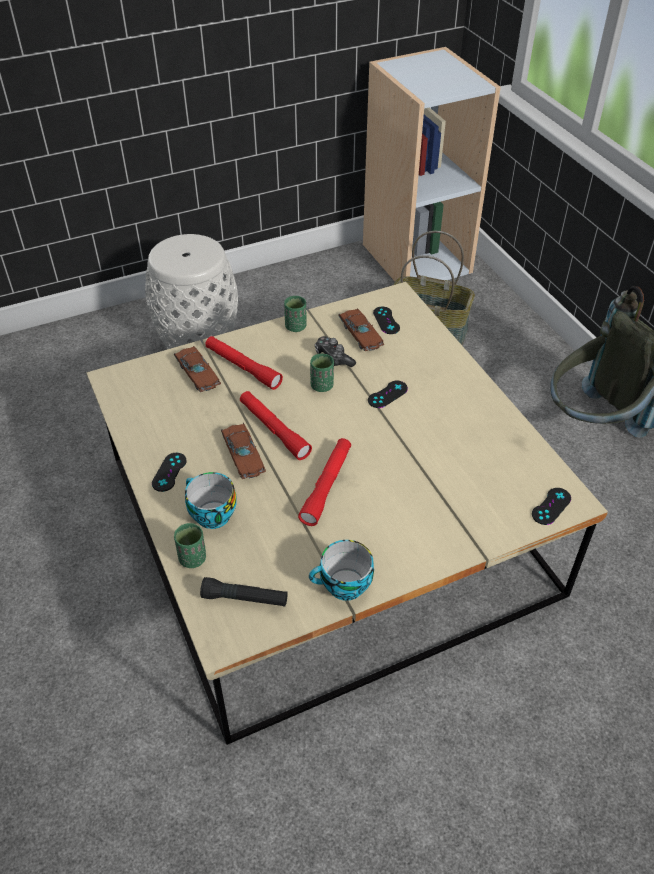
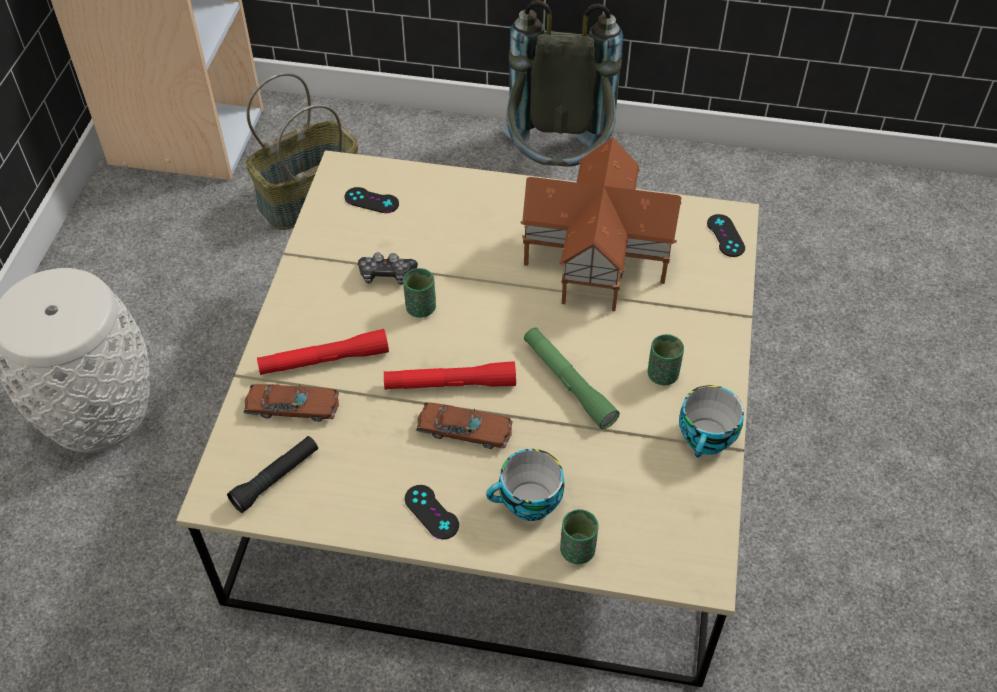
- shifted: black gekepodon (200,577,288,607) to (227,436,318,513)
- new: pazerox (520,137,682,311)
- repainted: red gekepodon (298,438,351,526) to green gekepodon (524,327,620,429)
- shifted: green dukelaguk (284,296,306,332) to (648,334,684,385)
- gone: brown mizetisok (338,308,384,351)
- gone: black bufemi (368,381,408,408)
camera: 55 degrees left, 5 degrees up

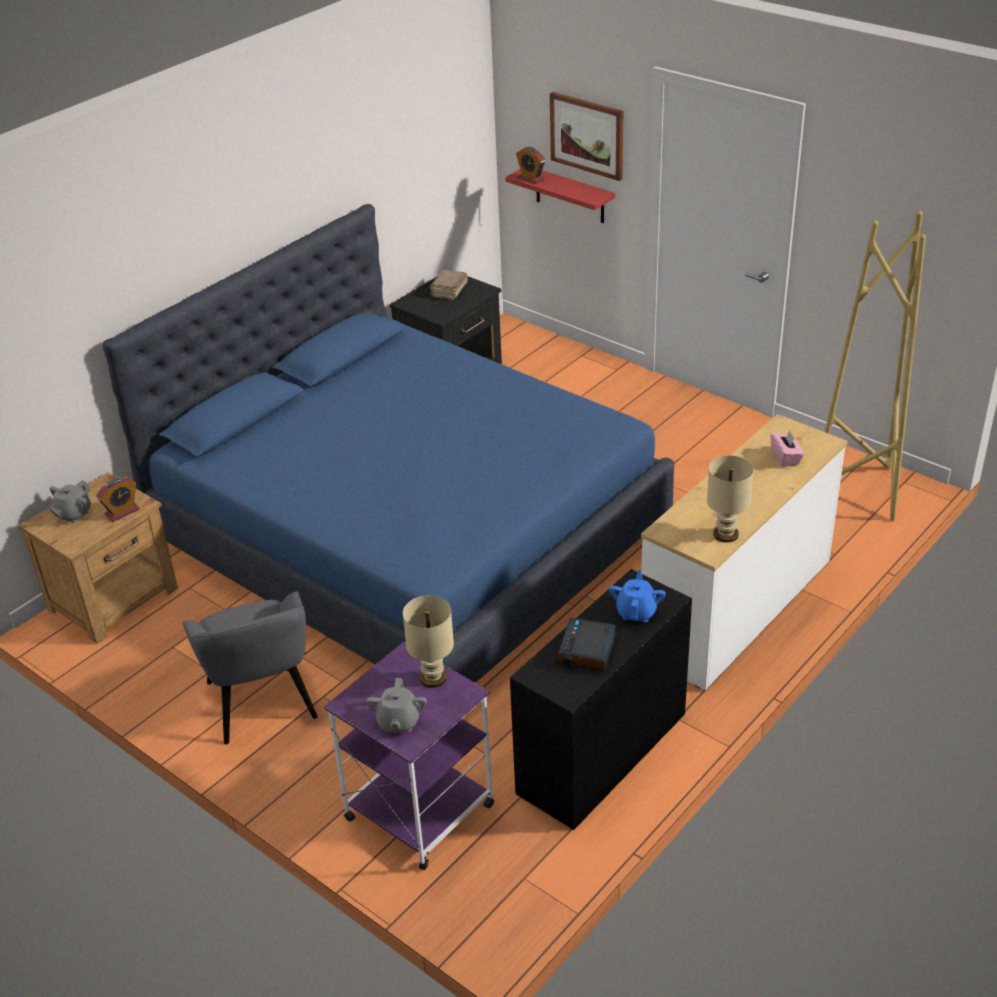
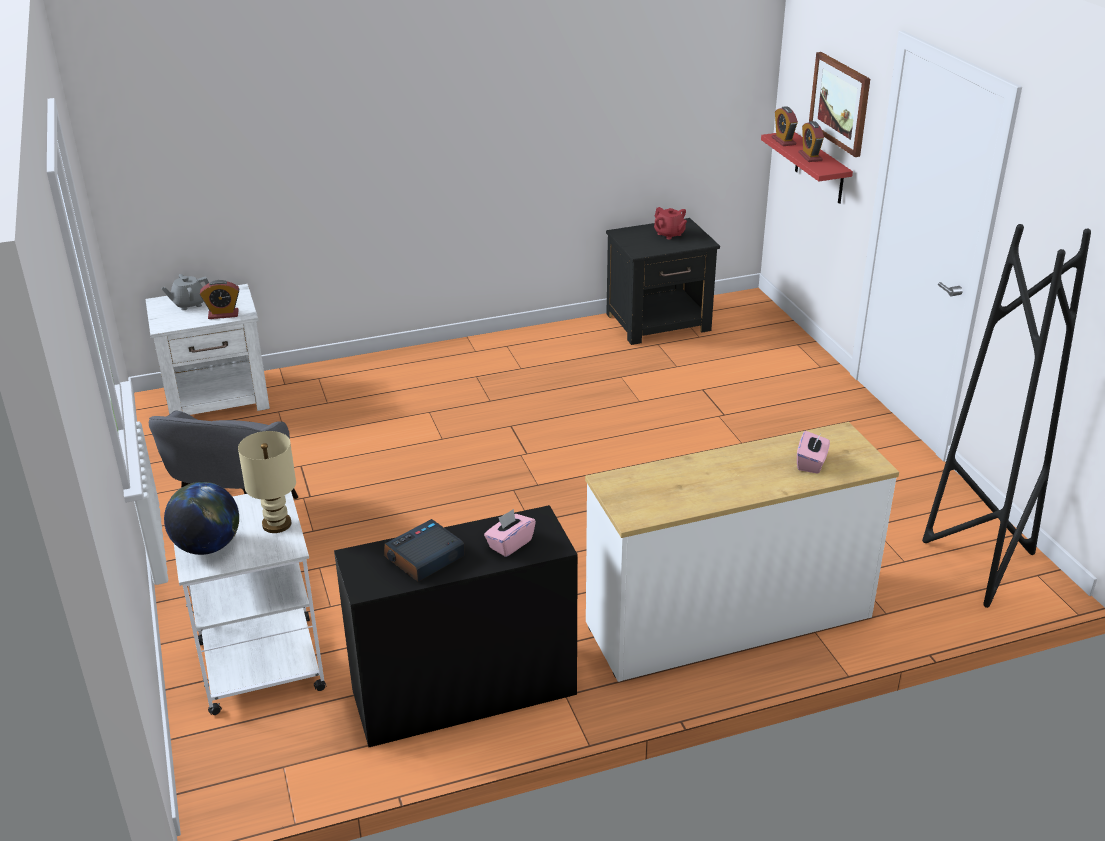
- repainted: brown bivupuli (19,473,178,644) to white bivupuli (146,284,270,415)
- swapped: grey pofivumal (366,678,427,732) to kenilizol (164,482,239,555)
- repainted: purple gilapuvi (324,642,494,870) to white gilapuvi (174,492,327,715)
- swapped: blue pofivumal (609,570,666,622) to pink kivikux (484,509,536,557)
- swapped: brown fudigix (430,269,468,300) to red pofivumal (654,207,687,239)
- new: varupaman (798,121,824,162)
- repainted: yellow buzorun (825,211,926,521) to black buzorun (922,224,1091,608)
- gone: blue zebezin (102,204,674,683)
- gone: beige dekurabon (707,455,754,543)
camera: 30 degrees right, 5 degrees down

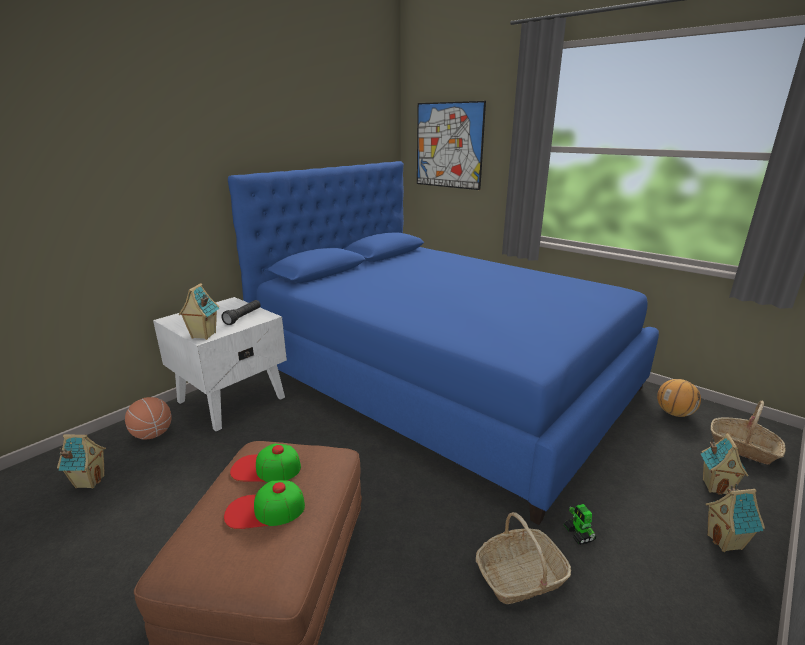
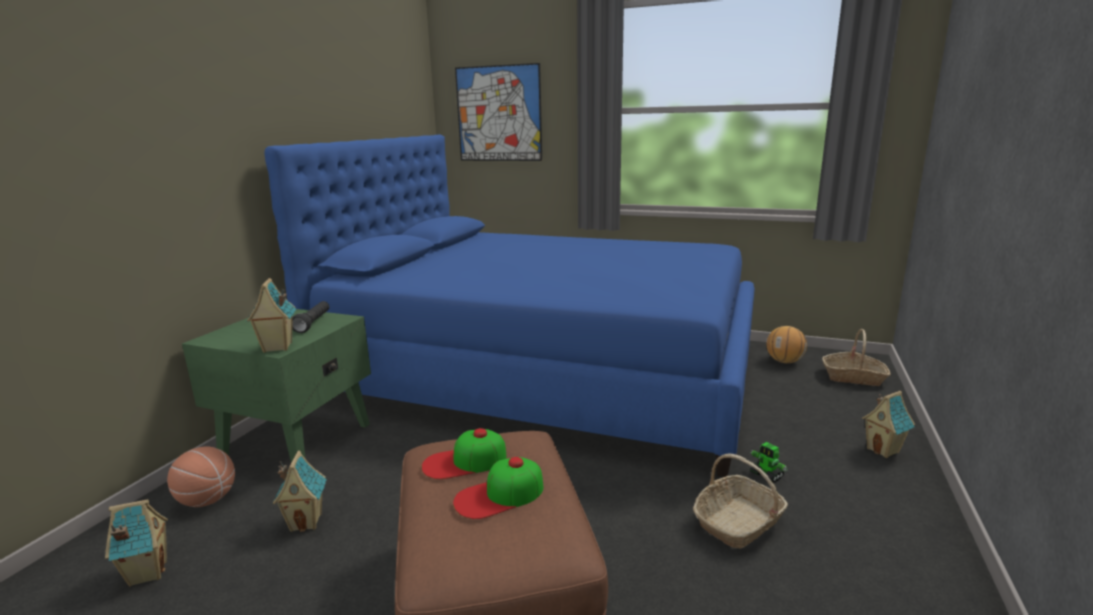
- repainted: white bivupuli (153,297,287,431) to green bivupuli (182,309,371,463)
- shifted: pazerox (701,433,749,495) to (273,451,327,532)
camera: 20 degrees left, 5 degrees down

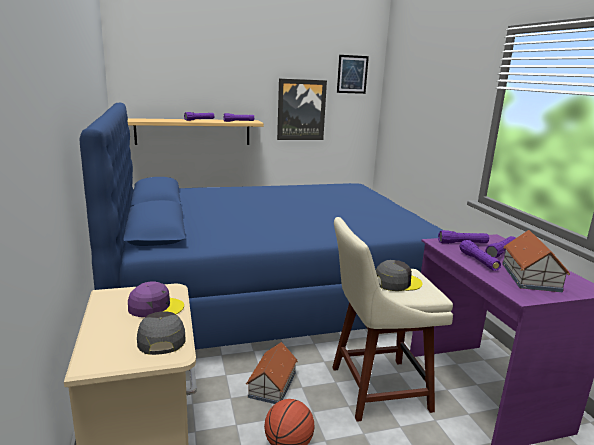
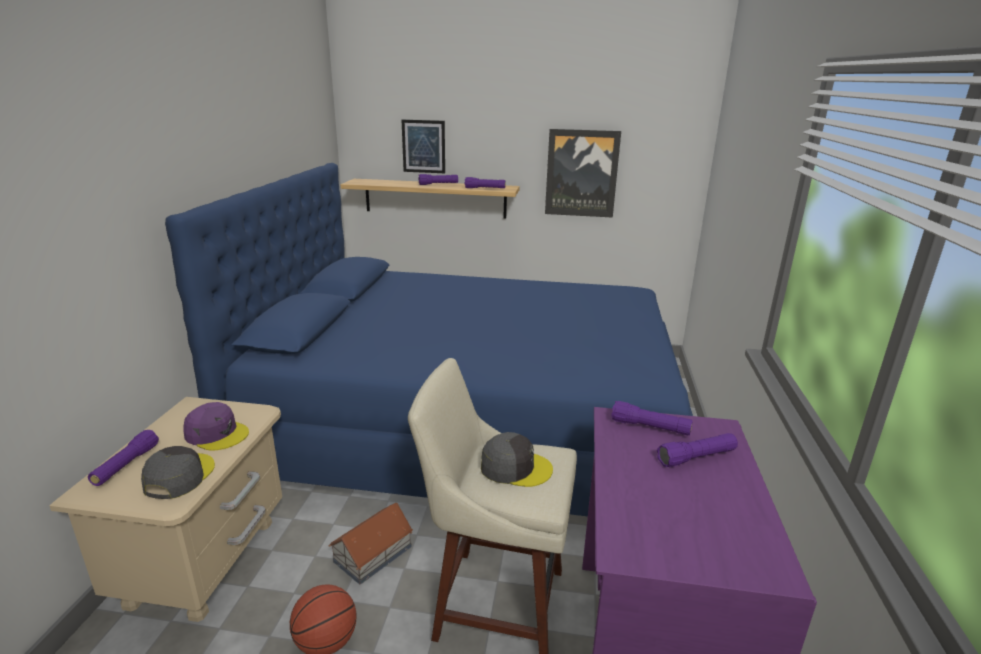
- shifted: purple gekepodon (460,240,501,271) to (88,430,159,486)
- shifted: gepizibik (337,55,369,94) to (402,120,445,173)
- gone: pazerox (502,230,570,292)
camera: 25 degrees right, 5 degrees up

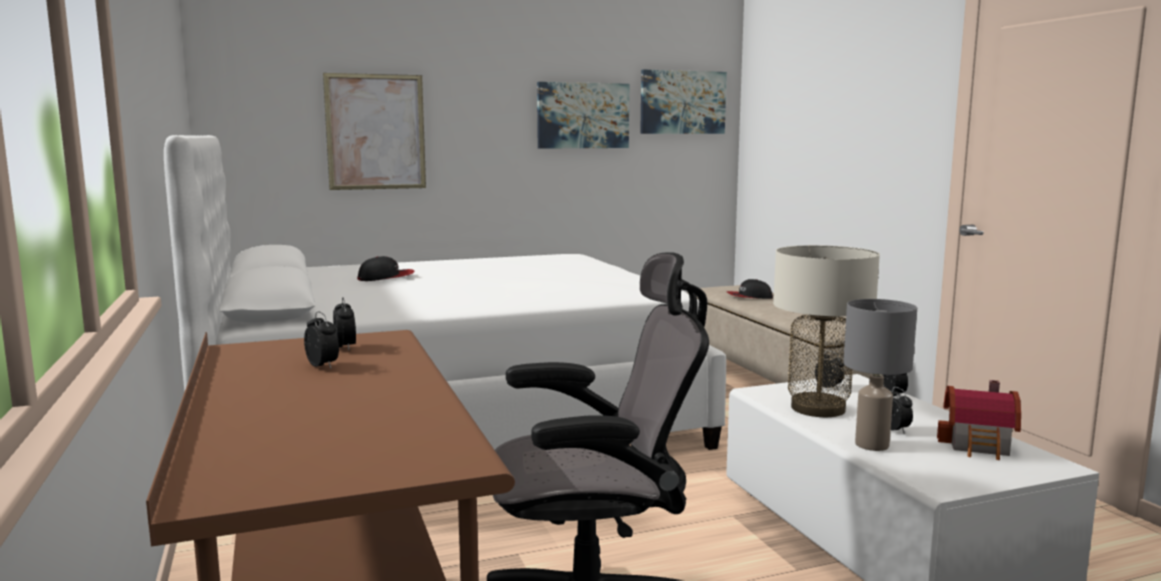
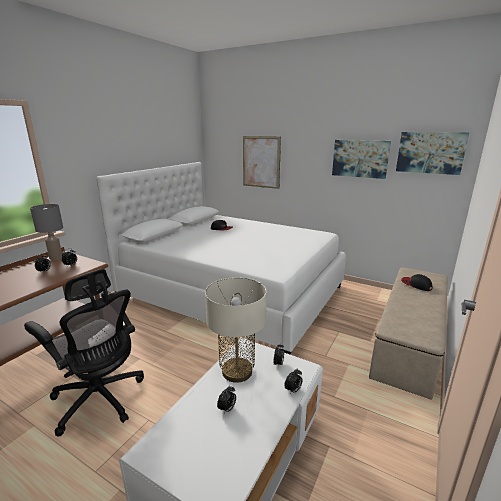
- shifted: grey dekurabon (843,299,917,451) to (30,204,63,260)
- gone: pazerox (937,380,1021,460)
camera: 50 degrees right, 10 degrees up

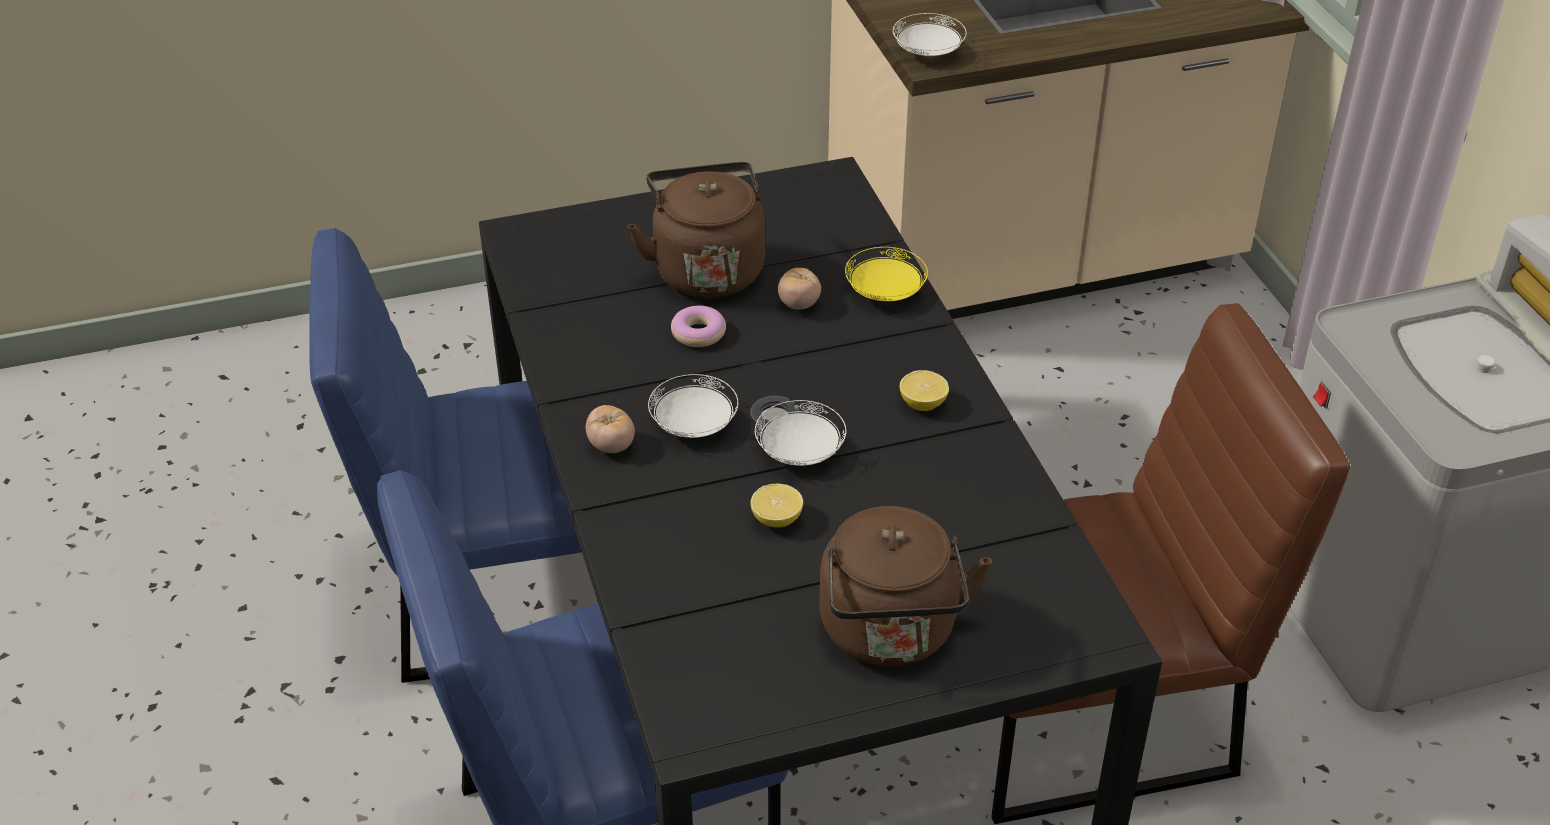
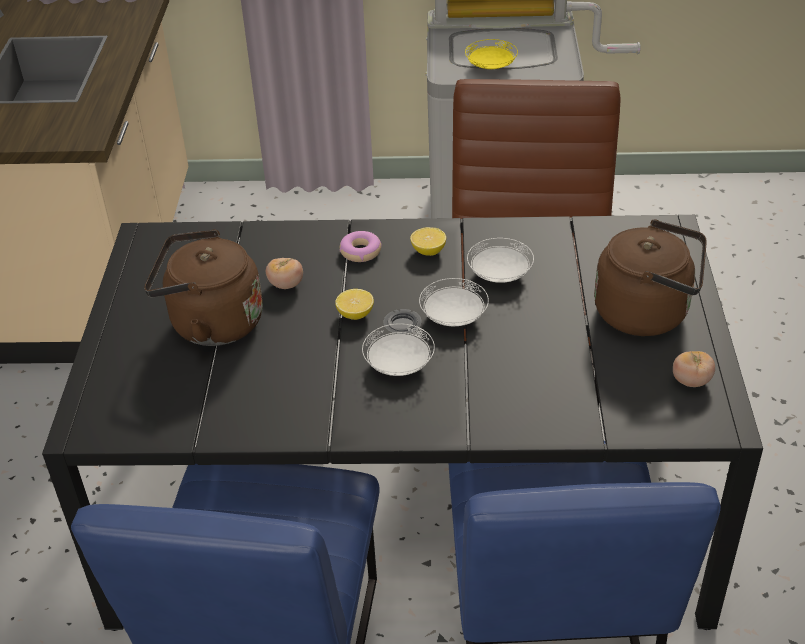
- shifted: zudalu (750,484,803,527) to (335,289,374,320)
- shifted: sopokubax (671,306,726,347) to (340,231,382,262)
- shifted: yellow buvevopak (845,247,928,301) to (465,39,518,69)
- shifted: white buvevopak (893,13,967,56) to (467,238,534,283)
- shifted: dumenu (586,405,635,453) to (673,351,715,387)
camera: 70 degrees left, 0 degrees up

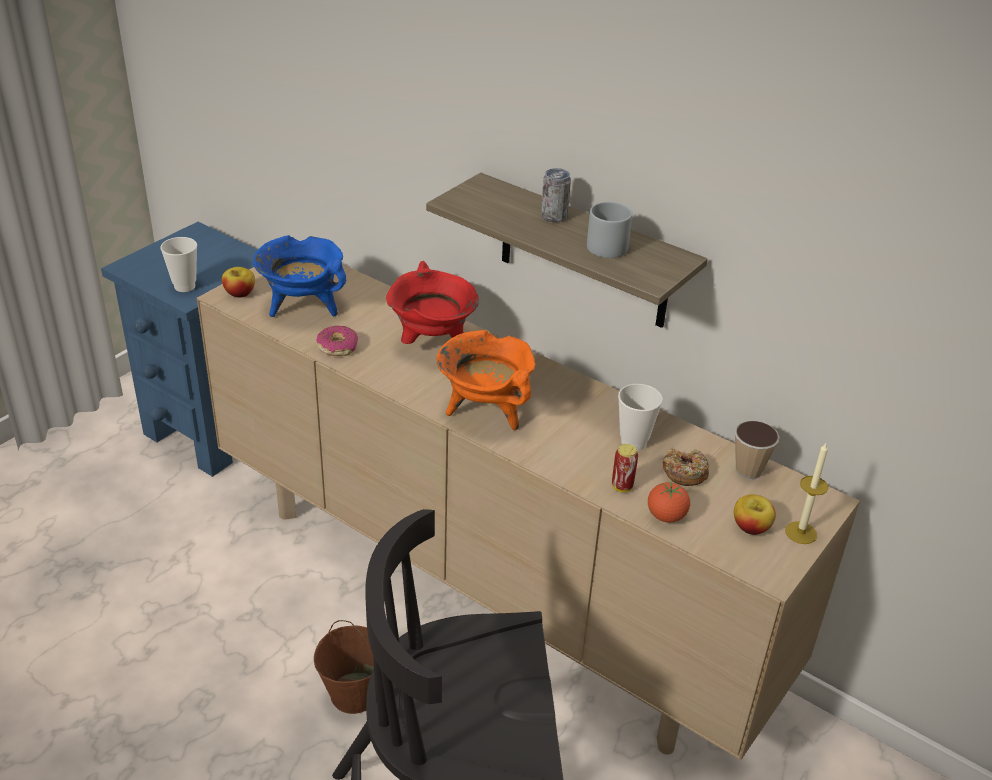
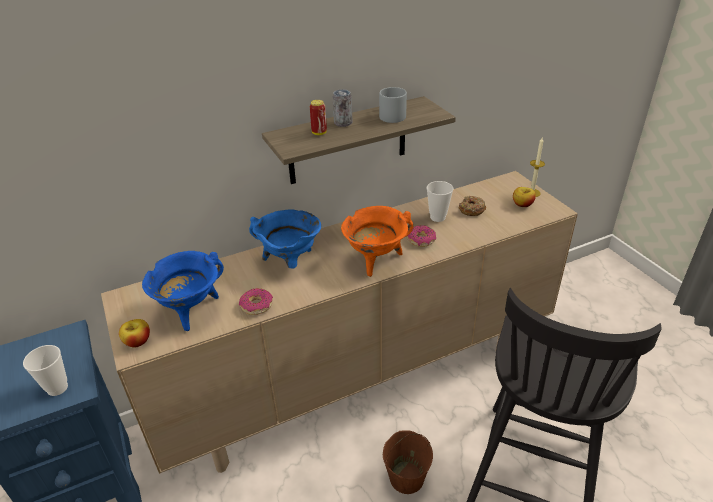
- repainted: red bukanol (386,261,479,344) to blue bukanol (249,209,321,269)
- shifted: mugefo (612,444,638,492) to (310,100,327,135)
- new: sopokubax (407,225,436,247)
- gone: dumenu (648,481,690,523)
- gone: dukelaguk (734,421,779,479)
camera: 60 degrees left, 0 degrees up

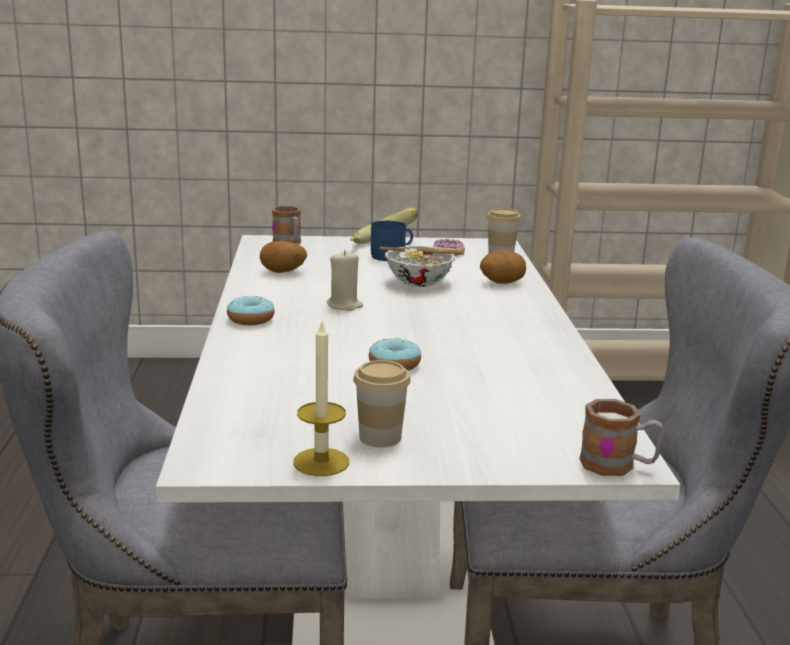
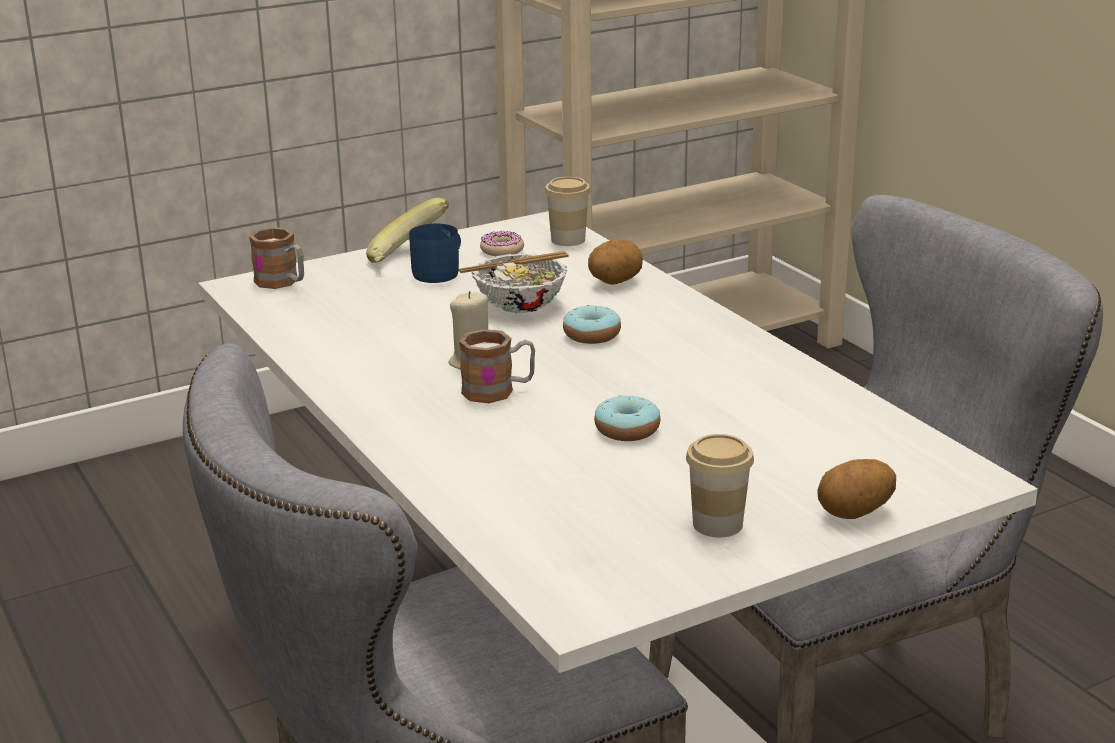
- shifted: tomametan (579,399,664,476) to (459,329,535,403)
- shifted: sopokubax (227,296,275,325) to (563,305,621,344)
- shifted: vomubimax (260,241,307,273) to (817,459,896,519)
- gone: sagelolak (293,322,349,476)
camera: 25 degrees left, 5 degrees up

